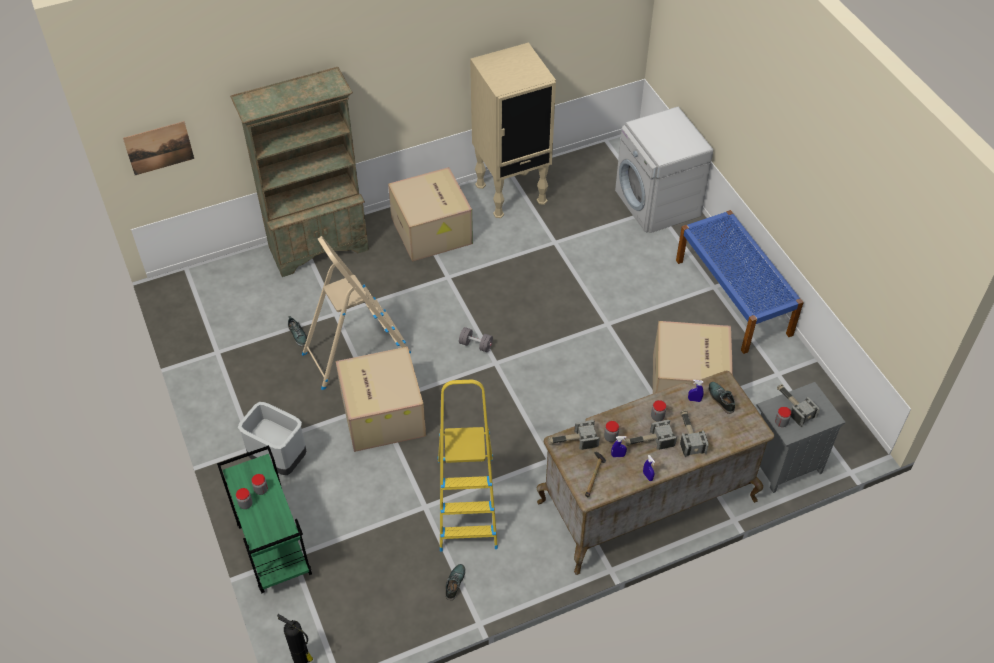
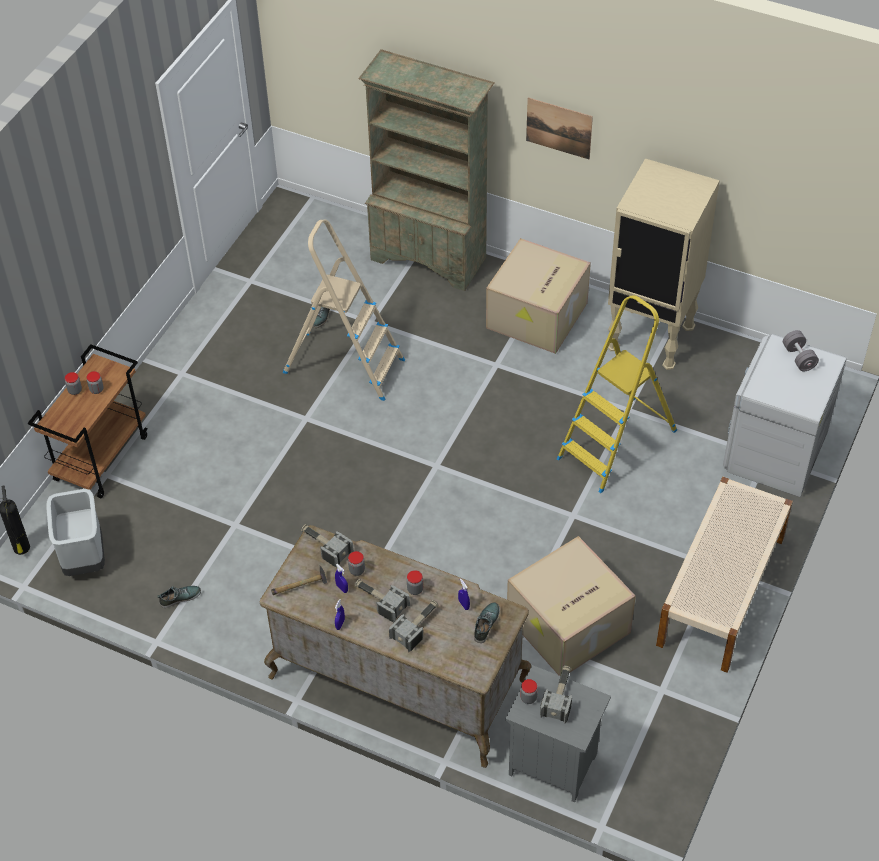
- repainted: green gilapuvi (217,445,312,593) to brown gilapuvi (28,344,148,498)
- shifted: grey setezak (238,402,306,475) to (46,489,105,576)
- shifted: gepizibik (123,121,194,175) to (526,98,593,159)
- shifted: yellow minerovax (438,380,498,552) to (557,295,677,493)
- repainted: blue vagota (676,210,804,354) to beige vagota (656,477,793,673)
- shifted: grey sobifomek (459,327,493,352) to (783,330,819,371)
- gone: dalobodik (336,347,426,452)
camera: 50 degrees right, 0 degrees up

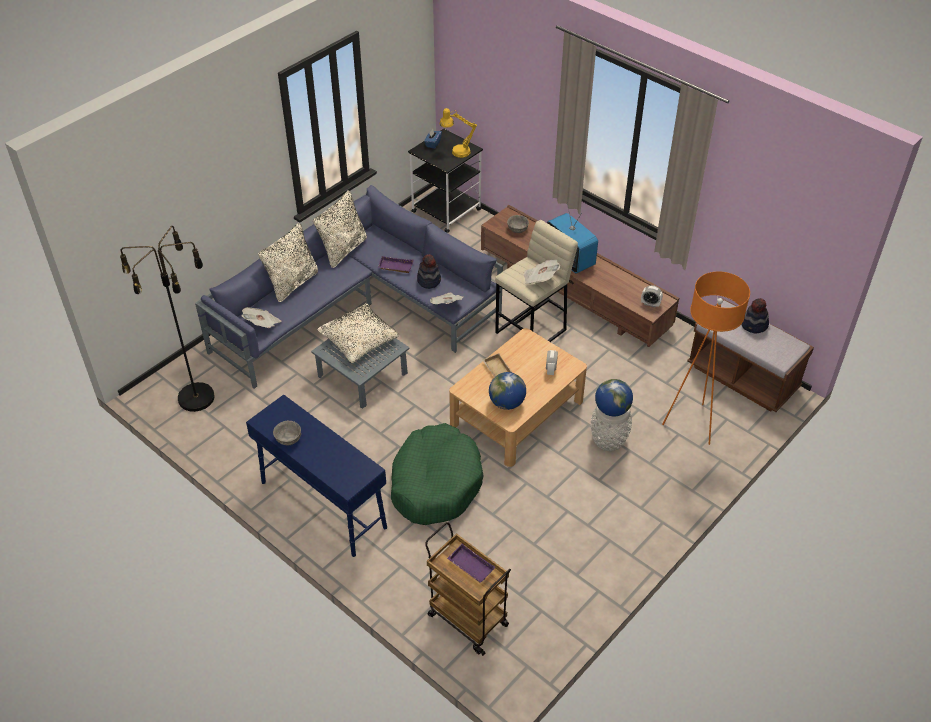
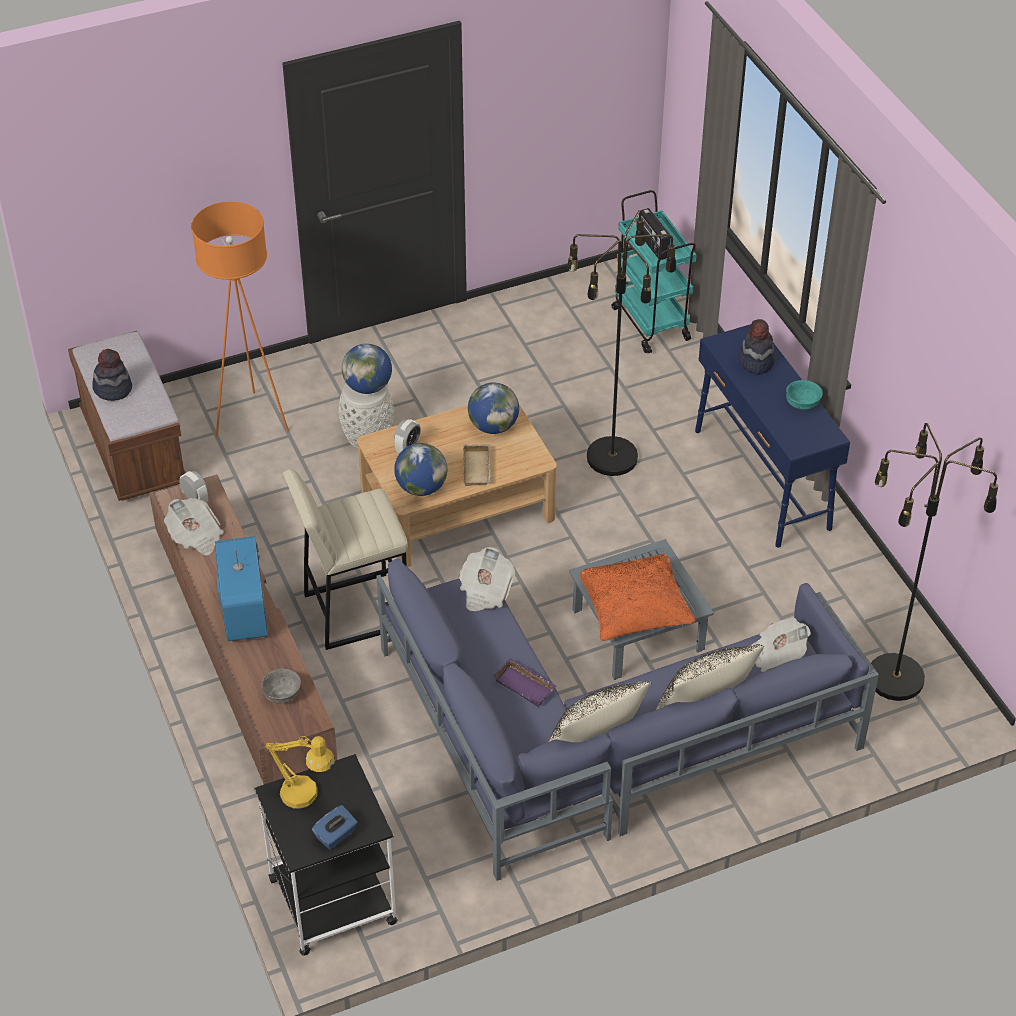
- shifted: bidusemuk (524,260,560,284) to (164,498,224,556)
- new: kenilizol (394,443,447,496)
- swapped: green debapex (391,423,484,525) to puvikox (567,210,676,476)
- repainted: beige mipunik (318,303,399,363) to orange mipunik (579,554,695,641)
- repainted: brown gilapuvi (425,522,511,656) to turquoise gilapuvi (611,190,697,353)
- swapped: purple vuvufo (447,544,495,583) to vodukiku (640,208,671,260)
- shifted: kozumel (417,254,441,289) to (738,319,775,375)
- repainted: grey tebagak (273,421,301,445) to turquoise tebagak (786,380,823,410)
camera: 155 degrees left, 0 degrees up

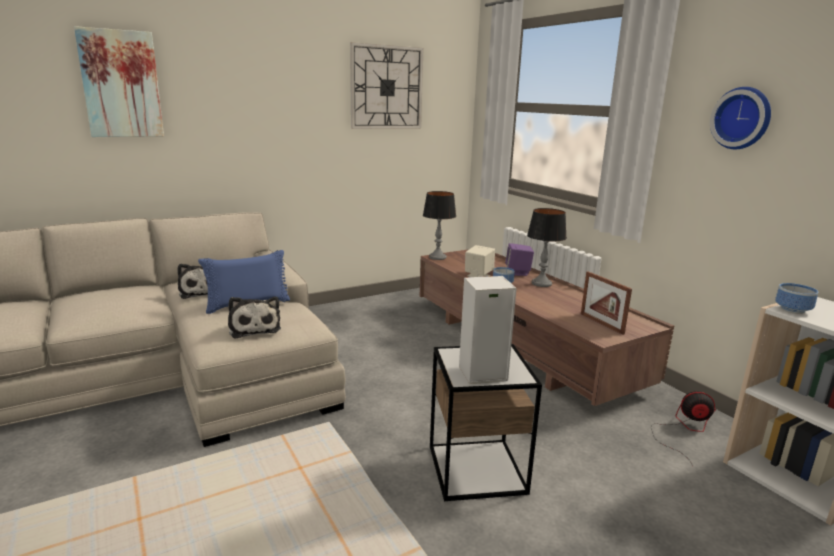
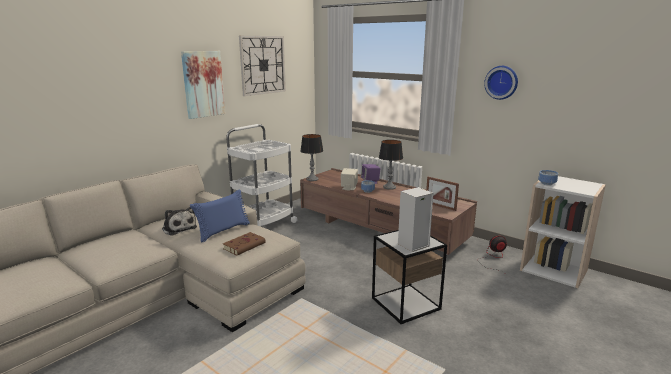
- shifted: gepizibik (74,26,164,137) to (181,51,225,119)
- swapped: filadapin (228,297,281,339) to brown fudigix (223,232,266,255)
- new: white gilapuvi (227,124,298,226)
camera: 20 degrees left, 0 degrees up

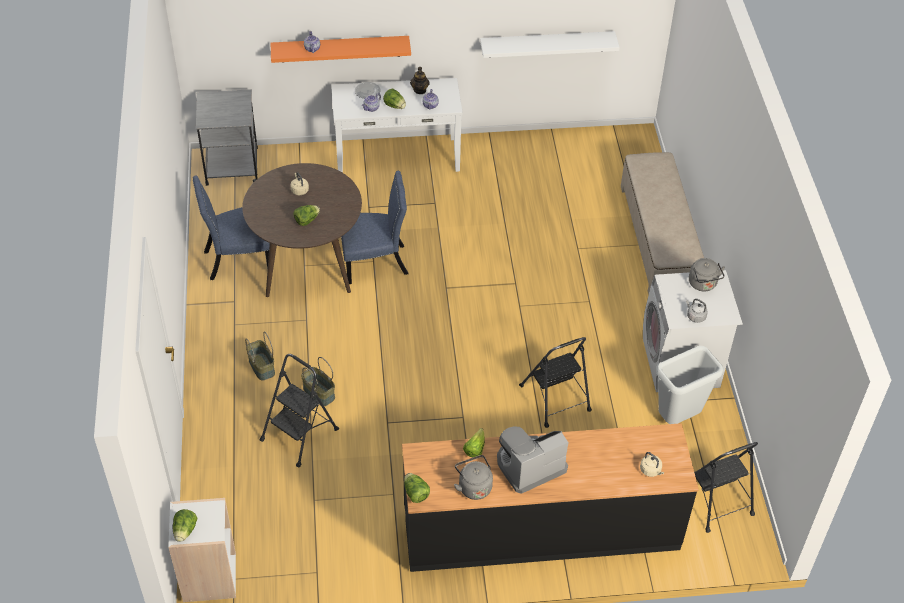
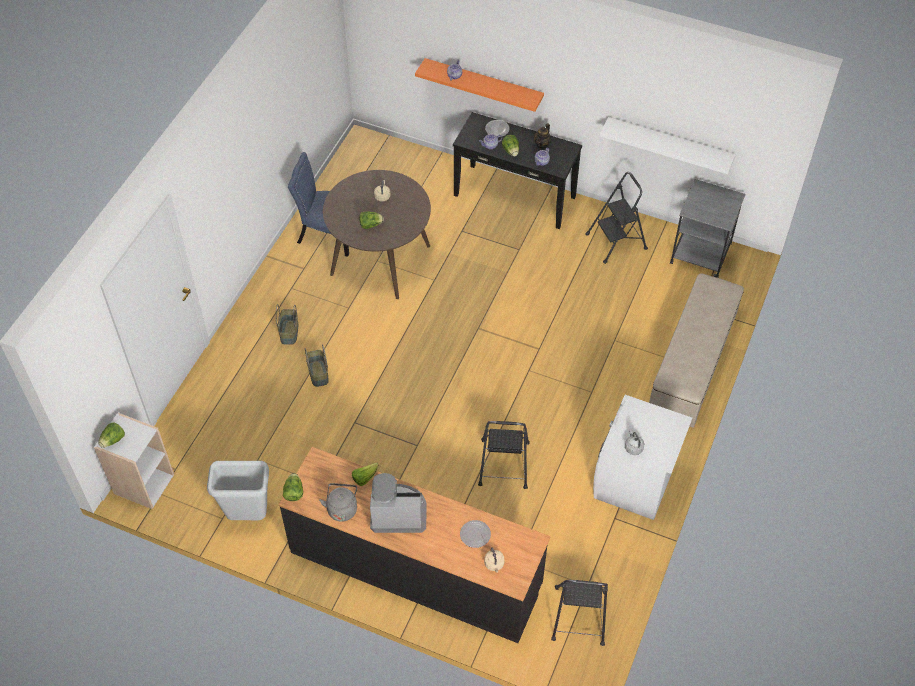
- shifted: grey setezak (656,346,724,424) to (207,461,269,520)
- repainted: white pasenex (331,78,463,173) to black pasenex (453,112,582,229)
- new: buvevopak (460,520,491,548)
- shifted: black minerovax (260,354,339,467) to (585,172,648,264)
- shifted: grey gilapuvi (196,89,258,186) to (670,179,746,278)
- gone: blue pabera (341,171,408,284)
- gone: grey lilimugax (689,258,725,292)
camera: 30 degrees right, 5 degrees up

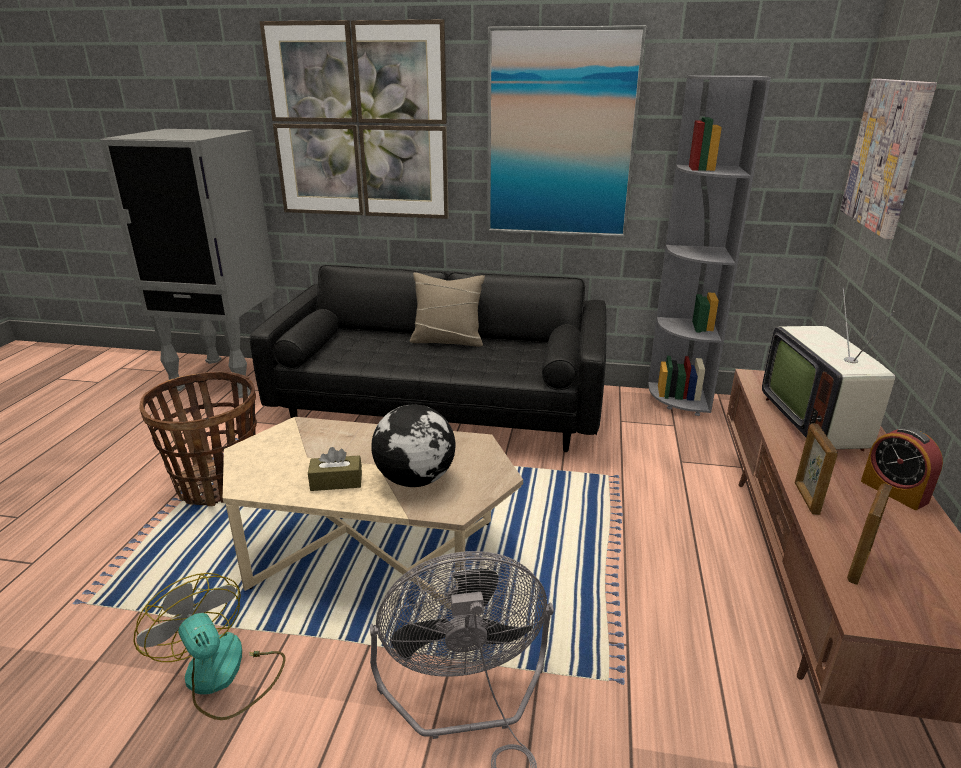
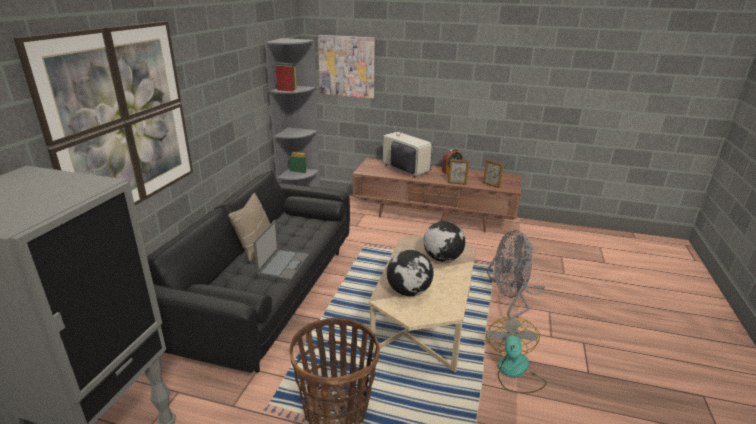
- new: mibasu (253,220,309,280)
- rotated: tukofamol (762,288,895,451) = (383,110,433,178) 135 degrees counterclockwise
- new: kenilizol (387,250,433,296)
- rotated: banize (133,573,286,720) = (486,317,547,393) 135 degrees clockwise
- gone: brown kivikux (308,447,362,491)
- gone: gepizibik (487,26,646,237)
camera: 85 degrees left, 0 degrees up

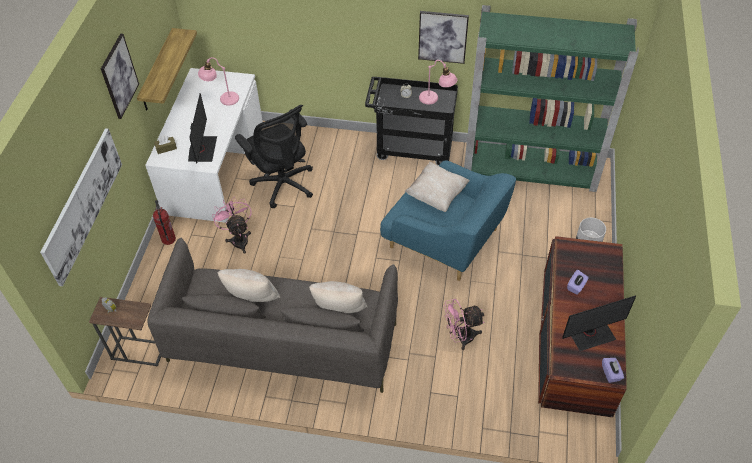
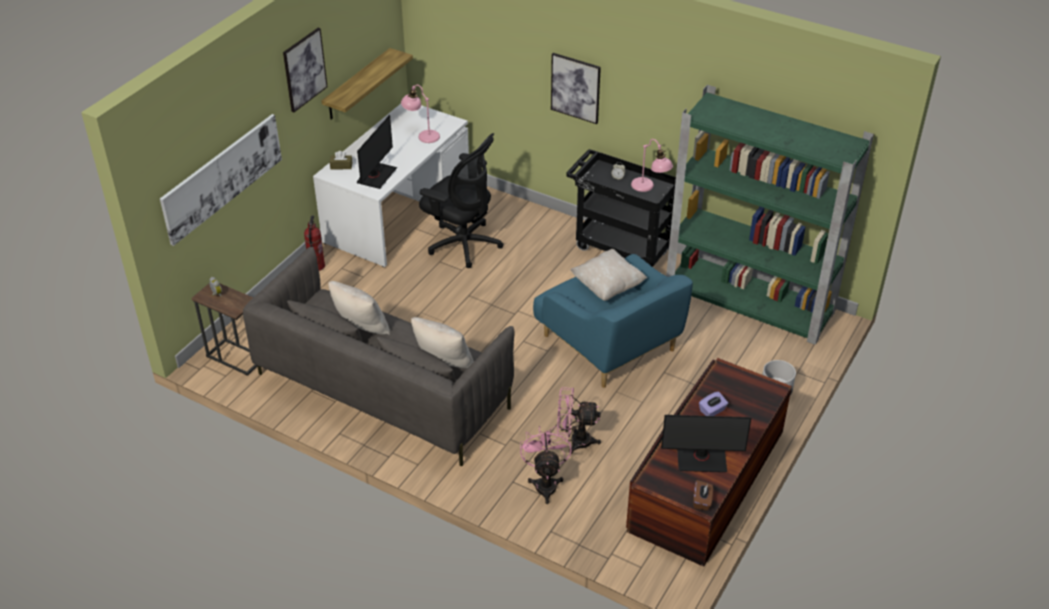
- rotated: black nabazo (235,105,313,208) = (419,133,503,268) 45 degrees counterclockwise
- shifted: pink banize (212,197,252,254) to (520,426,572,504)
- shifted: gepizibik (418,11,469,64) to (551,53,601,124)
- repainted: purple kivikux (602,358,624,383) to brown kivikux (693,480,713,510)
camera: 20 degrees right, 10 degrees down

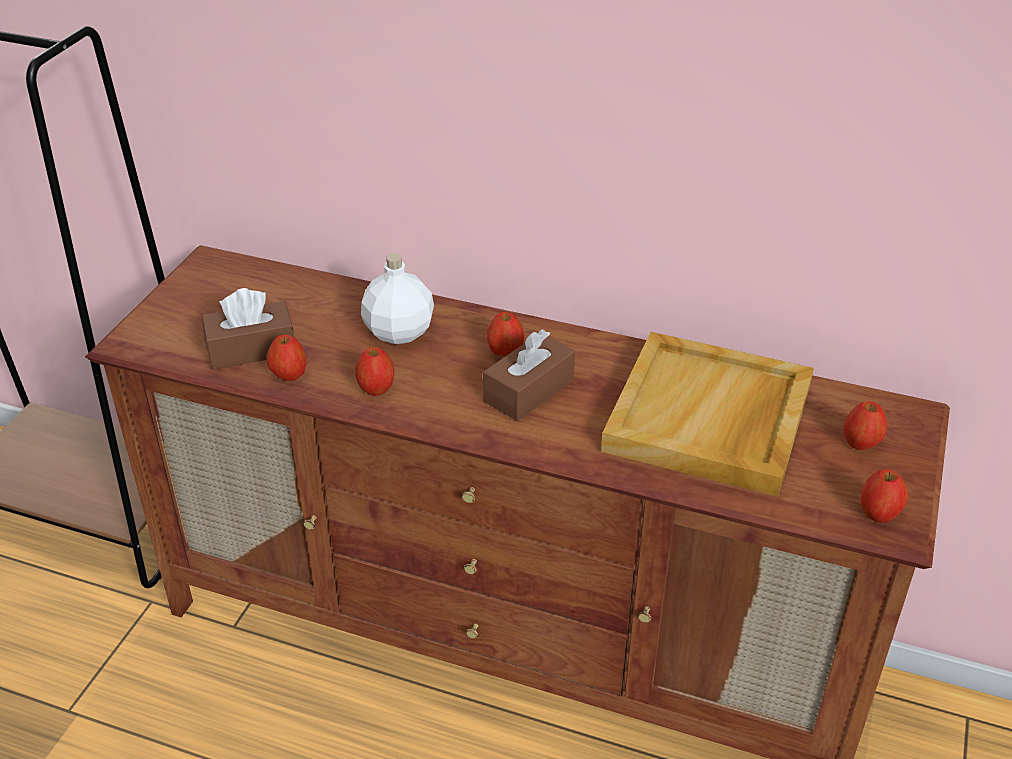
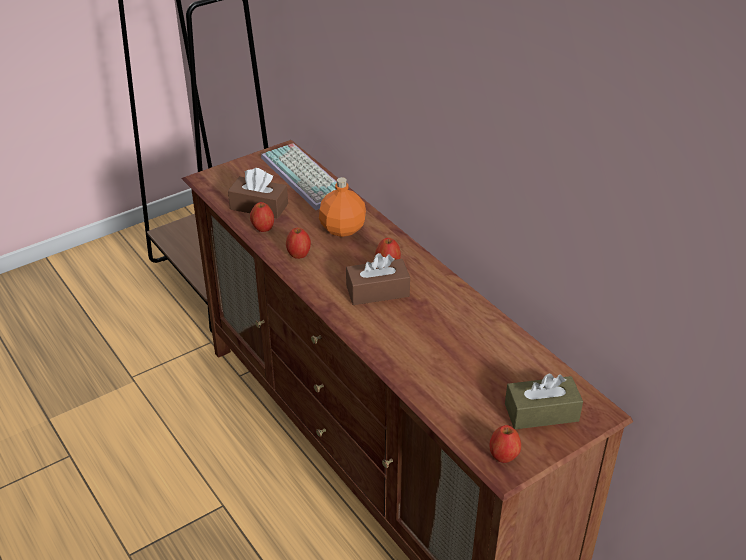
- new: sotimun (261,143,337,210)
- repainted: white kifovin (361,253,434,344) to orange kifovin (319,177,366,237)
- swapped: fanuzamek (844,401,887,450) to brown kivikux (505,373,583,429)
- gone: beige vuvufo (601,332,814,497)
camera: 35 degrees right, 0 degrees up

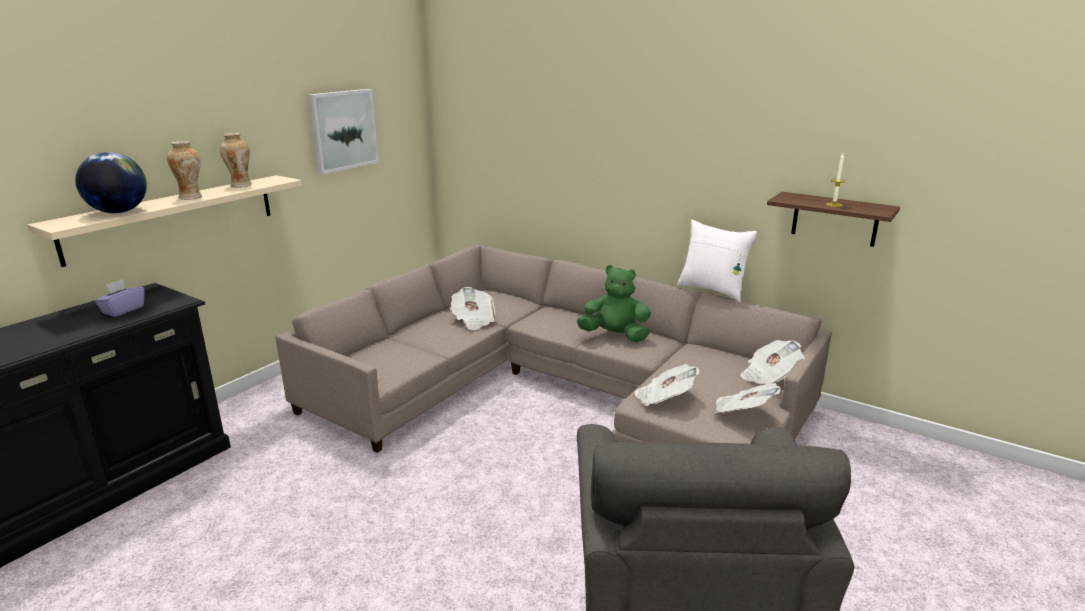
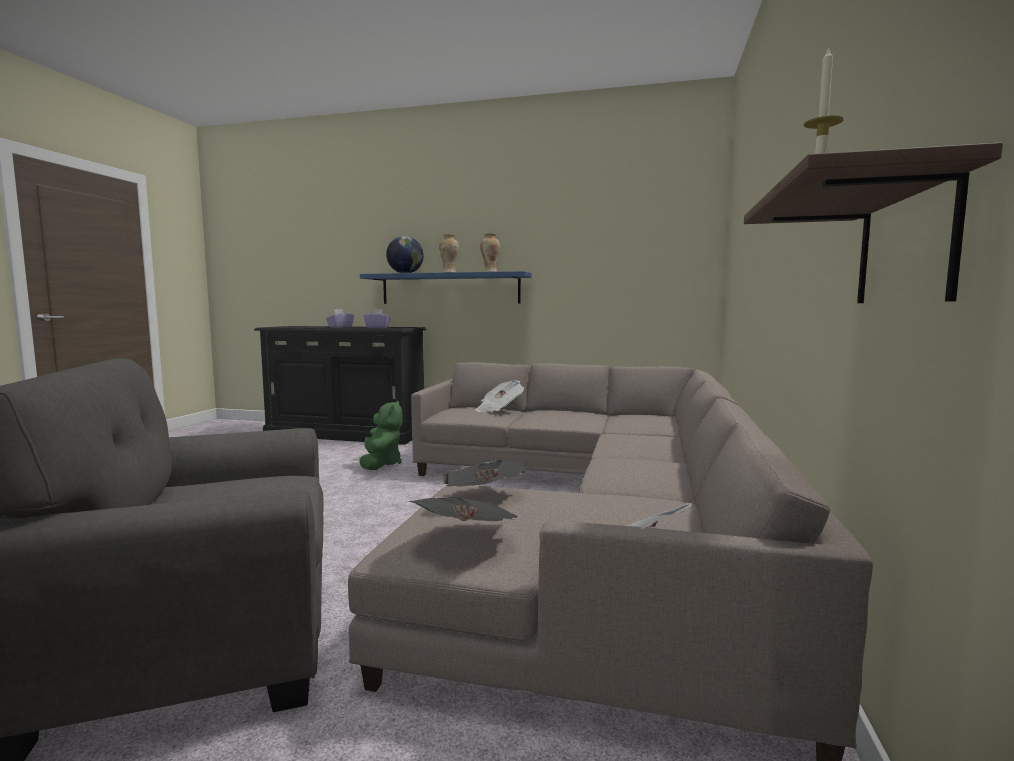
- new: purple kivikux (326,309,354,328)
- shifted: green filadapin (577,265,651,342) to (359,400,402,470)
- repainted: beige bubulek (28,175,302,267) to blue bubulek (360,271,532,304)
- shifted: bidusemuk (451,287,495,330) to (475,380,524,412)
- gone: gepizibik (309,89,379,174)
- gone: white mipunik (677,220,757,302)
camera: 70 degrees right, 15 degrees down

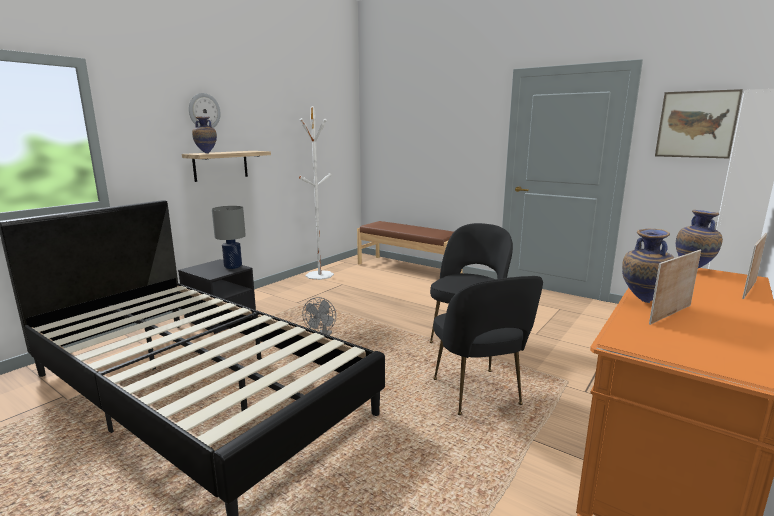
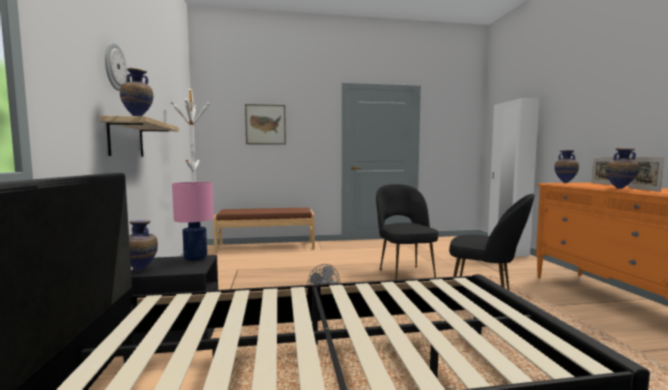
- new: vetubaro (129,220,158,272)
- repainted: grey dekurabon (212,206,246,269) to pink dekurabon (172,182,214,261)
- shifted: gepizibik (655,89,743,158) to (245,104,286,145)
camera: 45 degrees left, 10 degrees down

